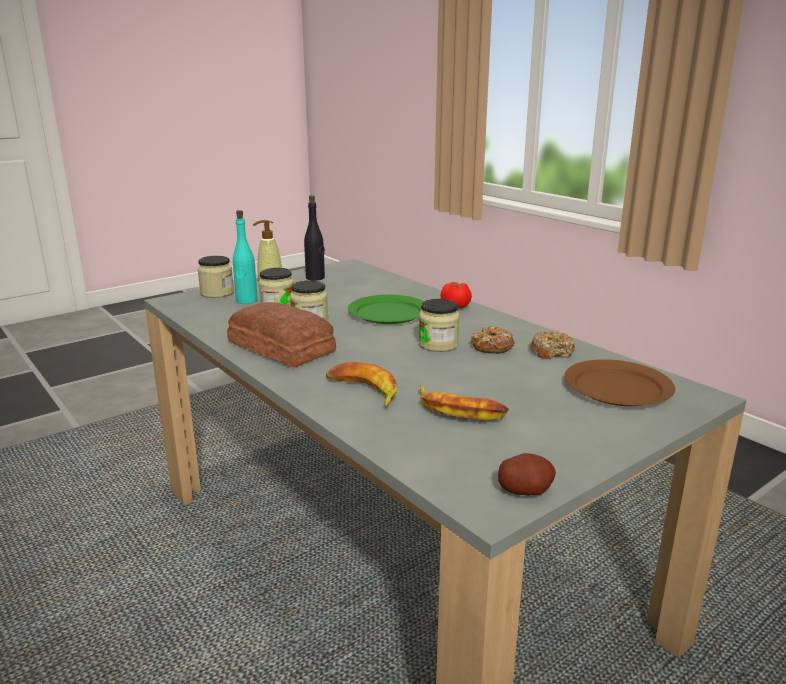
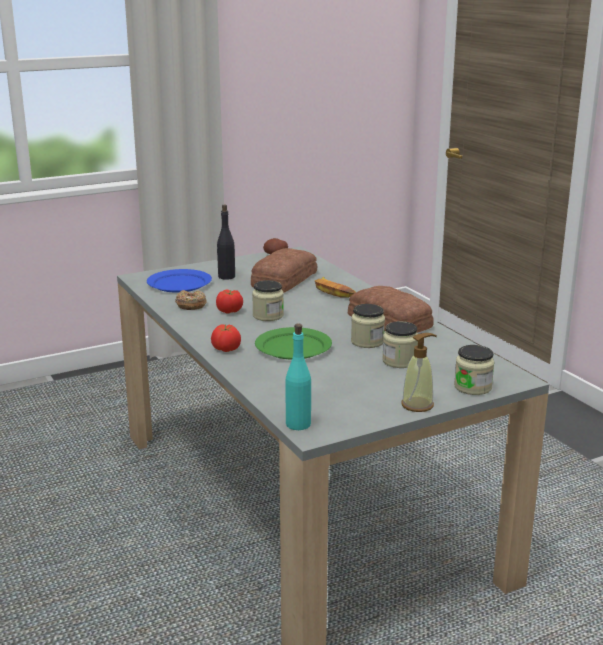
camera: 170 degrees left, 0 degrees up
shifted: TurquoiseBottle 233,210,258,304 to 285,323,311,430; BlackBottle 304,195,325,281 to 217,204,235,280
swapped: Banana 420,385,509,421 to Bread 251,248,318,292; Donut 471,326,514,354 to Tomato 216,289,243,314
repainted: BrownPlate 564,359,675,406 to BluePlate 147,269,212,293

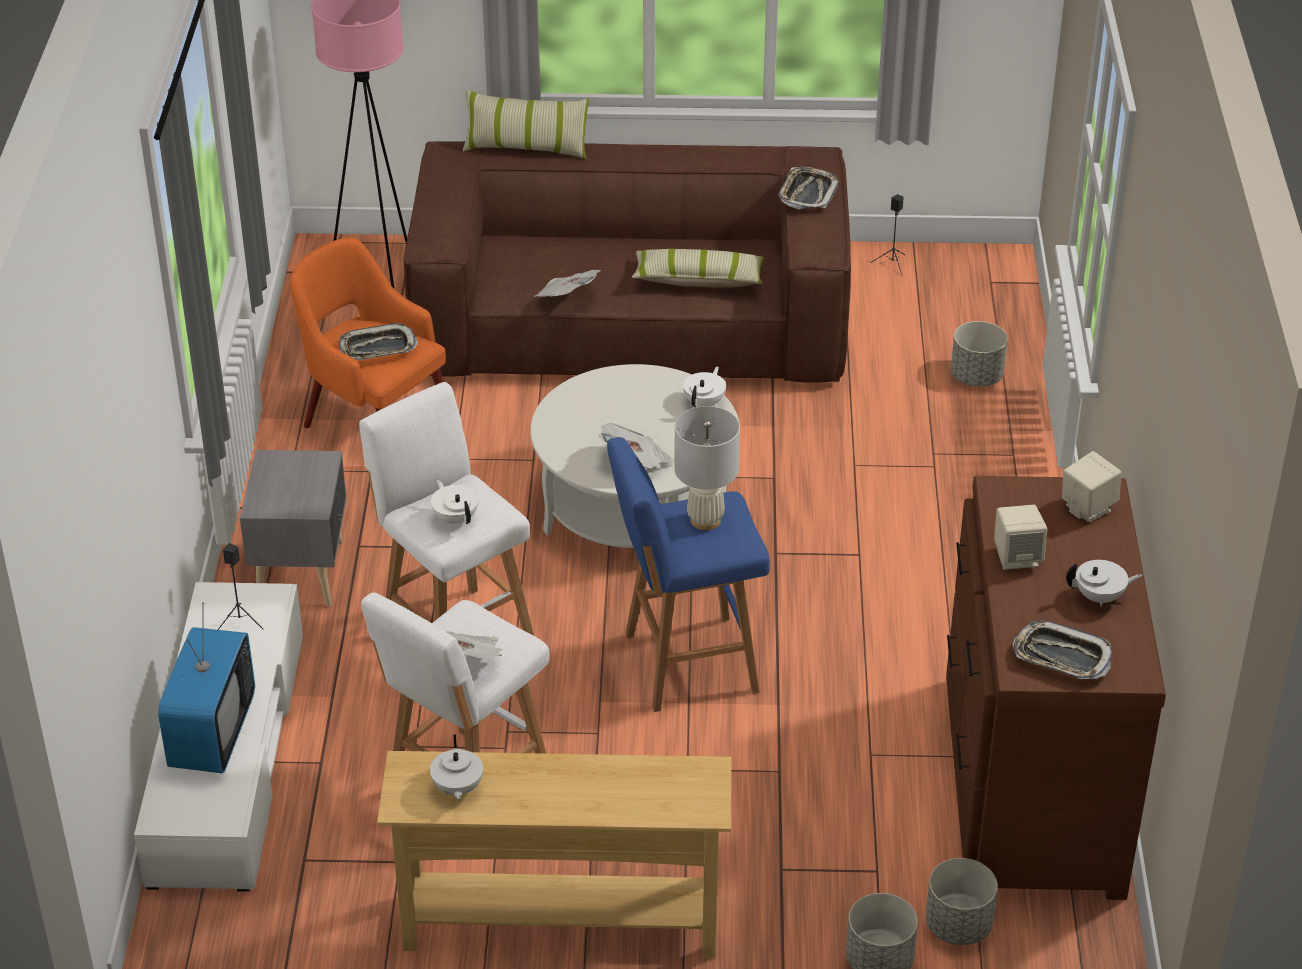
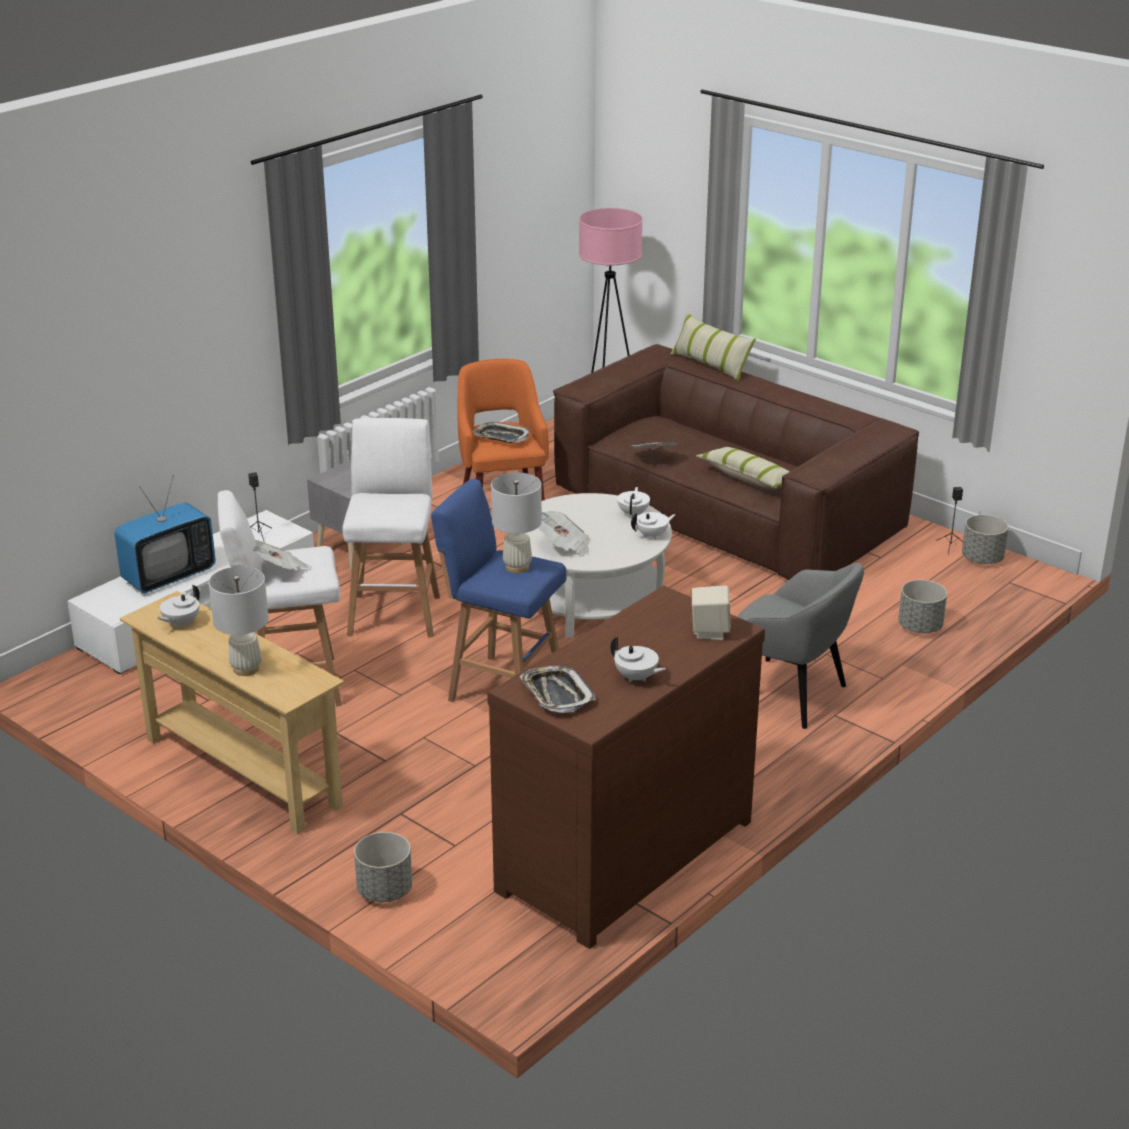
camera: 40 degrees right, 10 degrees down
gone: Tray 778,167,839,209; BeigeSpeaker 994,505,1047,570
new: WhiteTableLamp 209,566,269,676; GreyArmchair 737,563,864,729
shifted: WhiteTeapot 431,480,478,526 to 617,487,650,517; GreyPlanter 926,858,998,945 to 962,515,1009,564

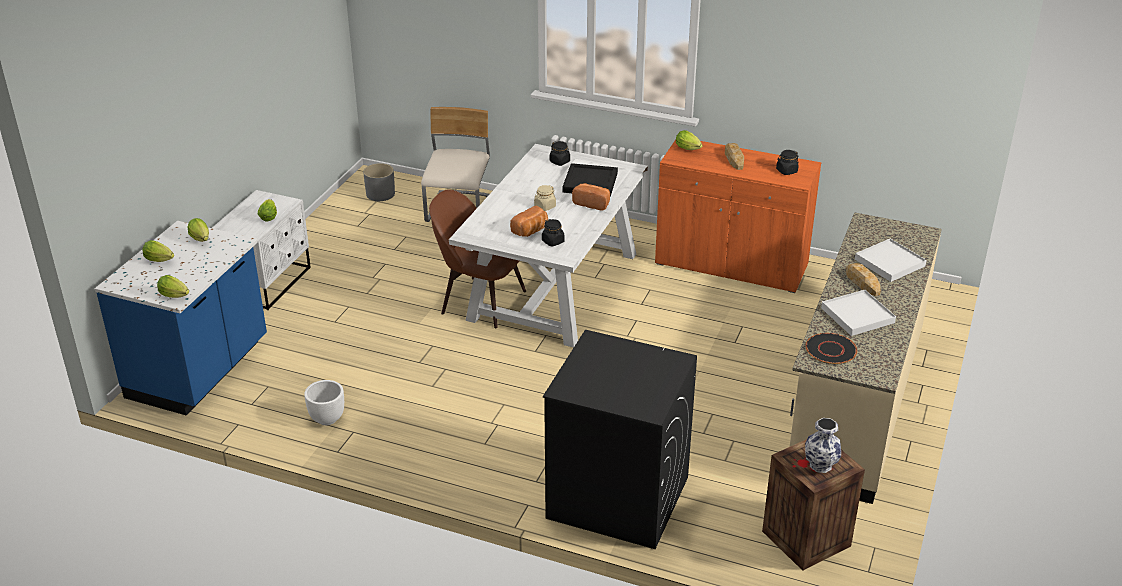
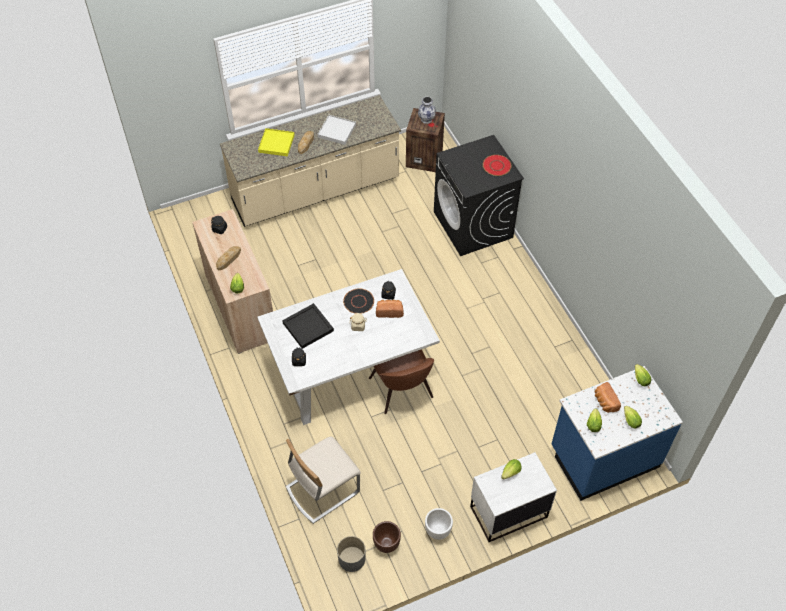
camera: 135 degrees left, 20 degrees up
new: BrownPlanter 373,521,401,553; RedPlate 483,155,512,176
shifted: WhitePlanter 304,380,344,425 to 425,508,453,540; Bread 572,183,610,211 to 595,382,621,413; BlackPlate 806,333,857,364 to 343,289,374,314
repainted: OrangeCabinet 655,140,821,293 to BeigeCabinet 192,209,273,354; WhiteTray 855,239,927,282 to YellowTray 258,128,295,157

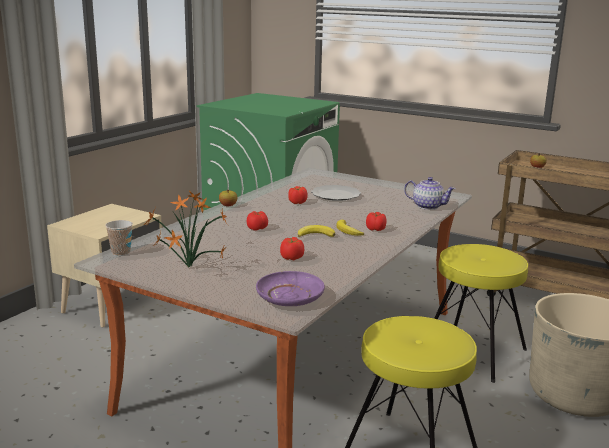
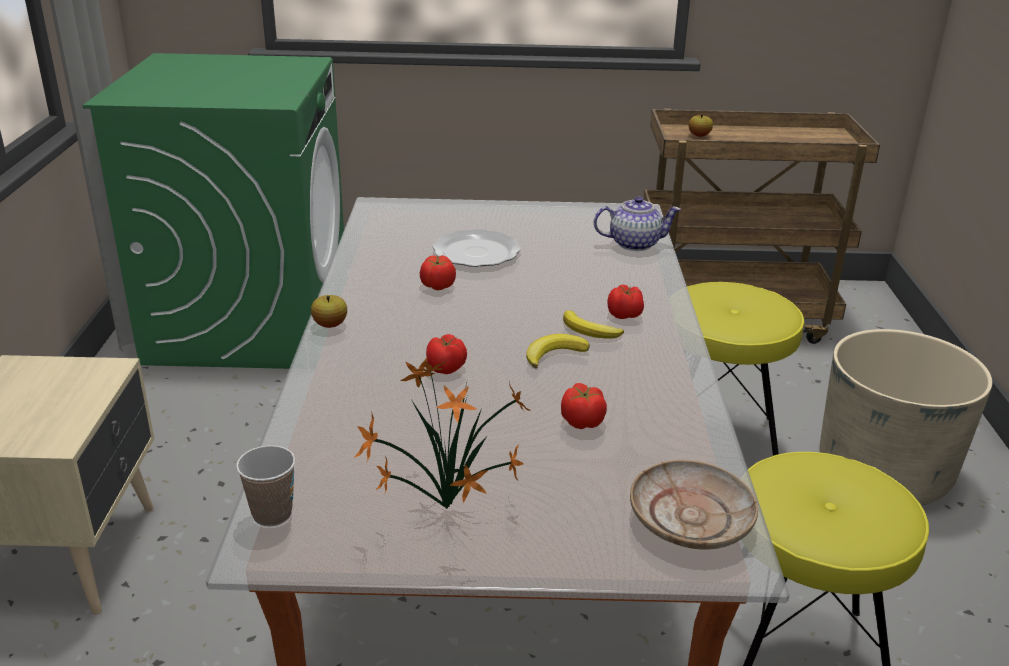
camera: 30 degrees left, 10 degrees up
repainted: PurplePlate 256,271,325,306 to BeigePlate 630,460,758,550

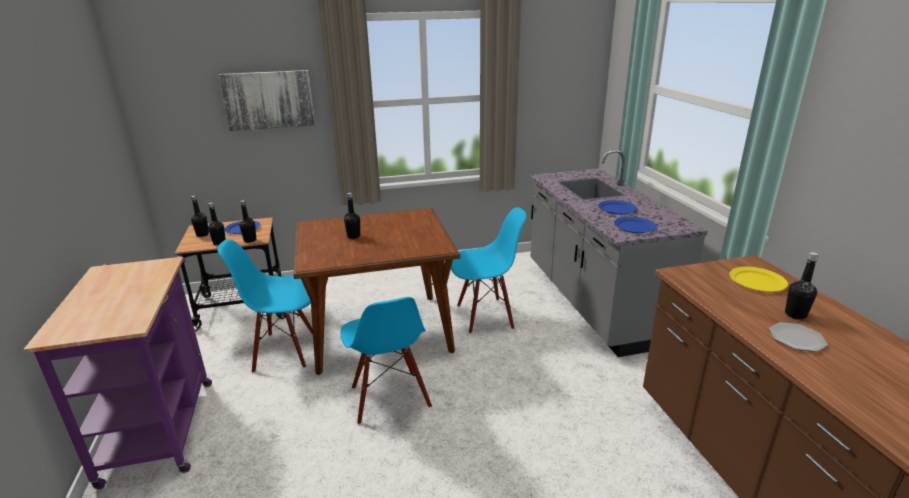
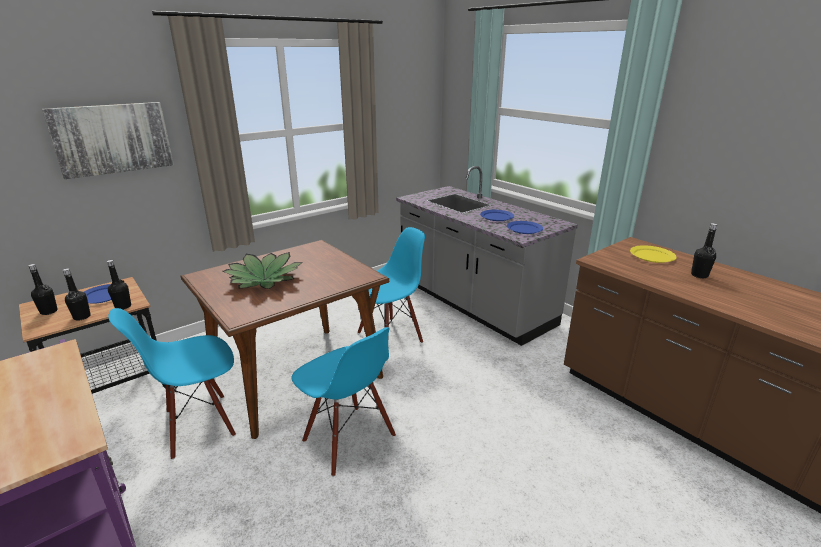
camera: 25 degrees left, 0 degrees up
gone: Plate 769,322,828,352
swapped: BlackBottle 344,193,360,239 to PottedPlant 223,252,303,289

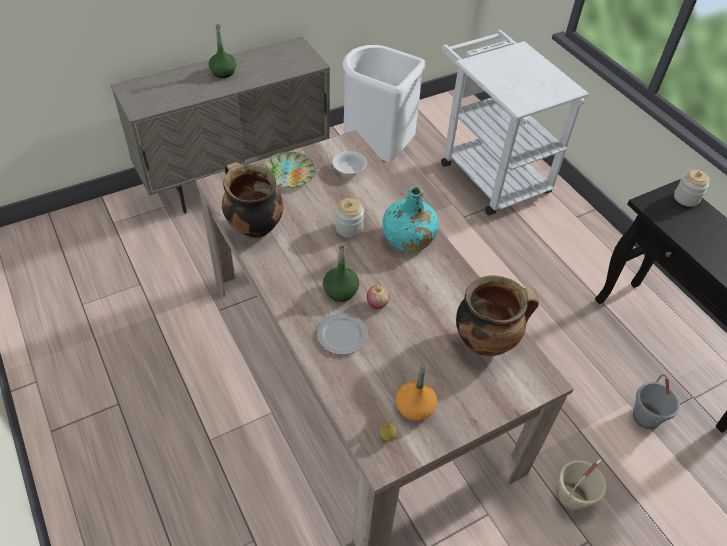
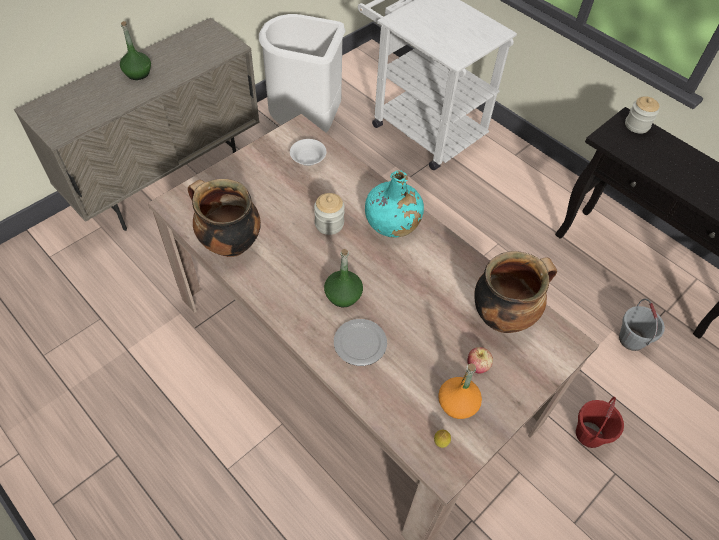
camera: 15 degrees left, 5 degrees up
gone: Plate 263,152,316,188
shifted: Apple 367,285,390,309 to 467,347,493,374
repainted: BeigeBucket 558,460,606,511 to RedBucket 576,397,624,448

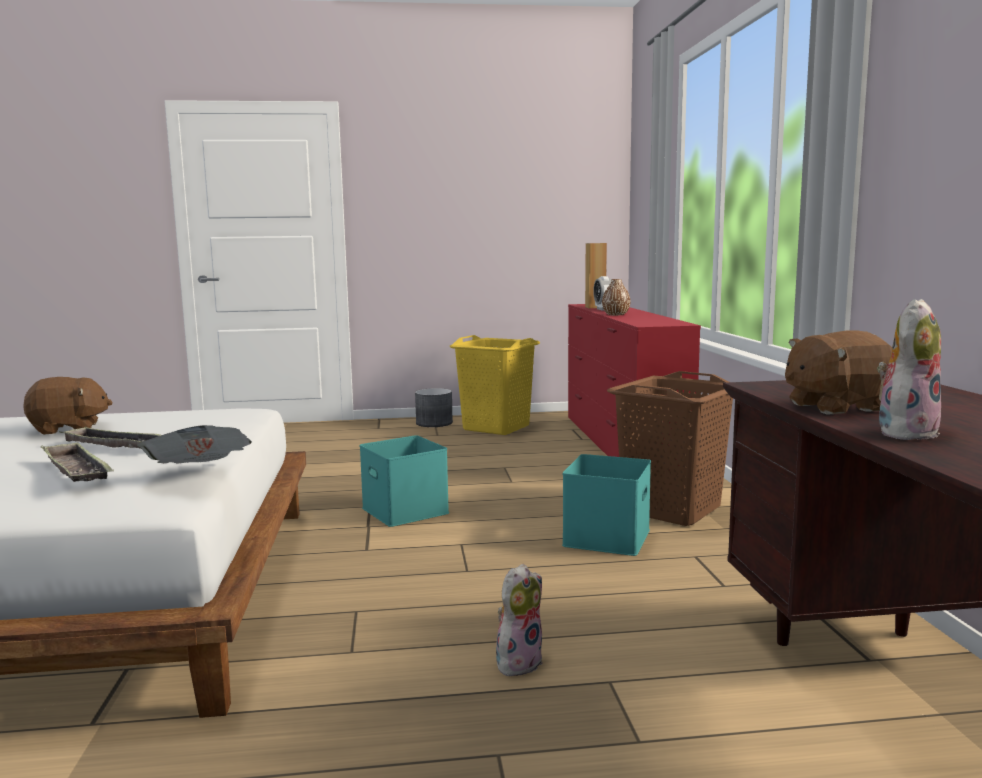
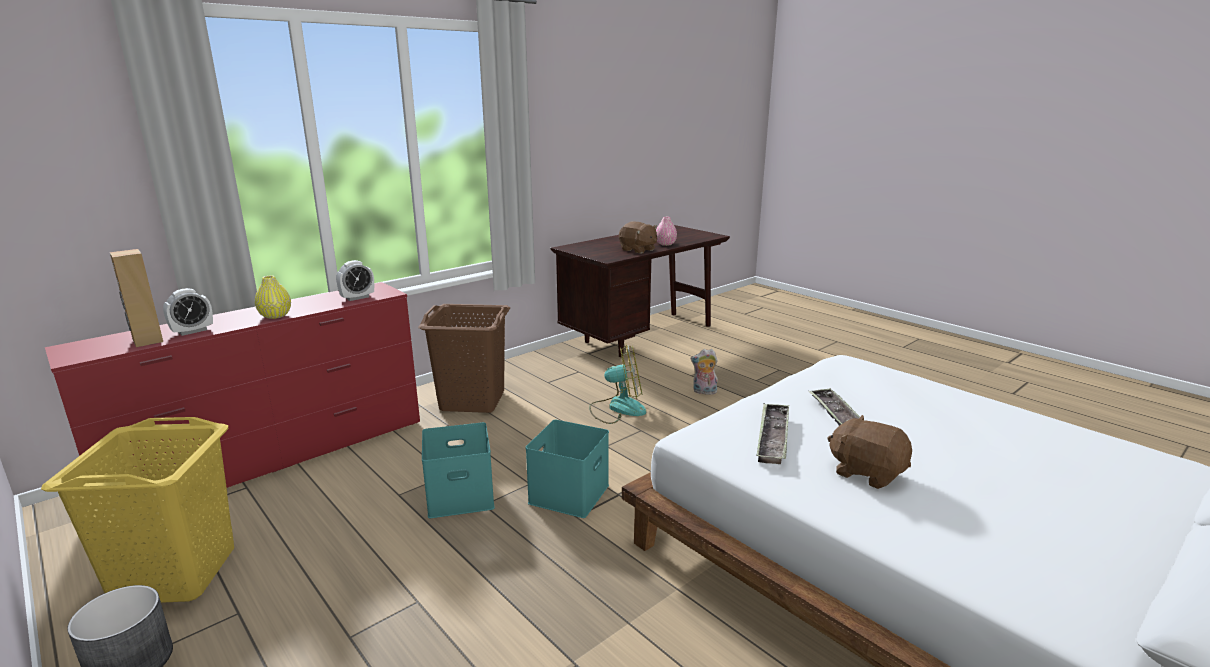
camera: 125 degrees left, 10 degrees up
gone: Newspaper 137,425,252,463
new: AlarmClock 336,260,374,301; Fan 589,345,646,424
shifted: Tray 41,442,114,482 to 756,404,789,464; TurquoiseStorageBox 562,454,651,556 to 422,422,495,518
swapped: PlushToy 877,299,941,440 to PinkVase 656,217,677,246
repainted: BrownVase 602,279,631,315 to YellowVase 255,276,291,319

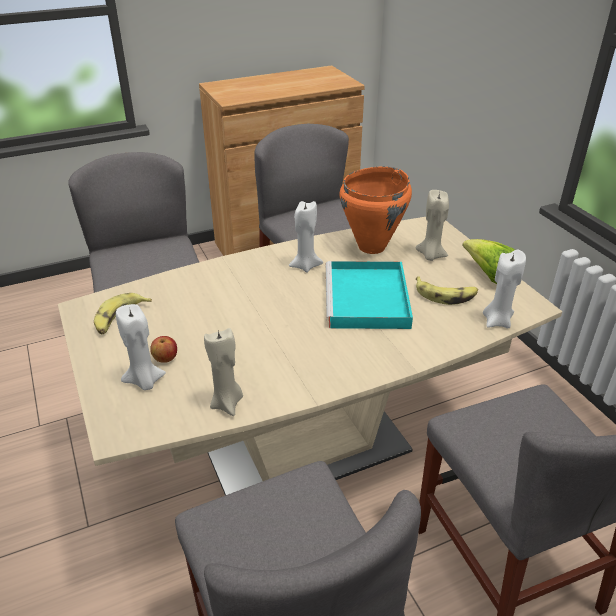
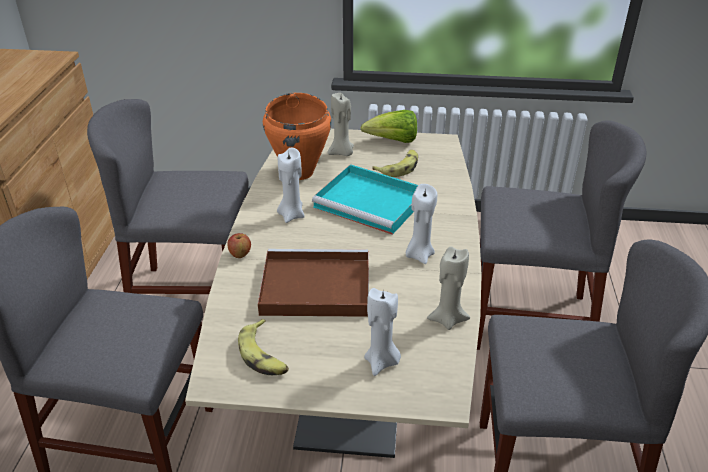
camera: 60 degrees left, 0 degrees up
new: BrownTray 258,249,369,317
shifted: Apple 150,336,177,363 to 227,233,251,258; WhiteCandle 483,250,526,328 to 406,184,437,264

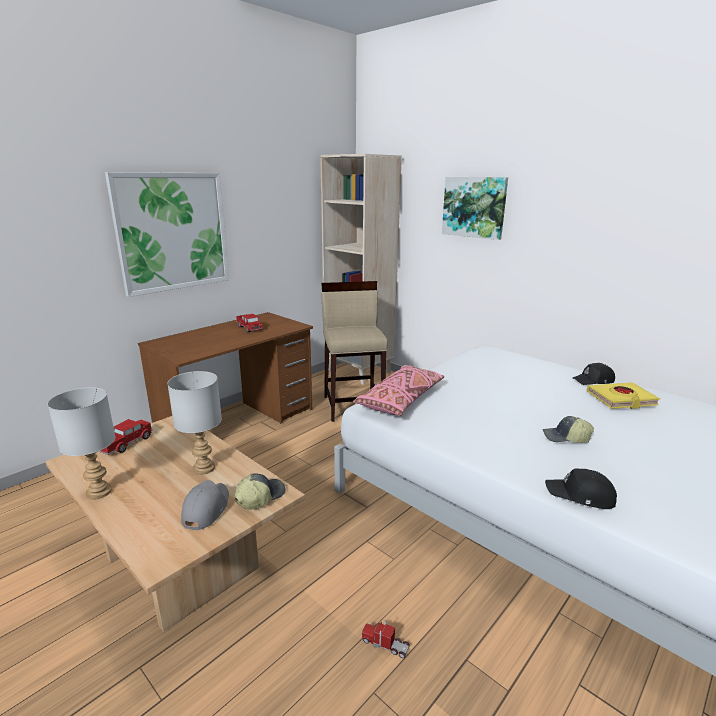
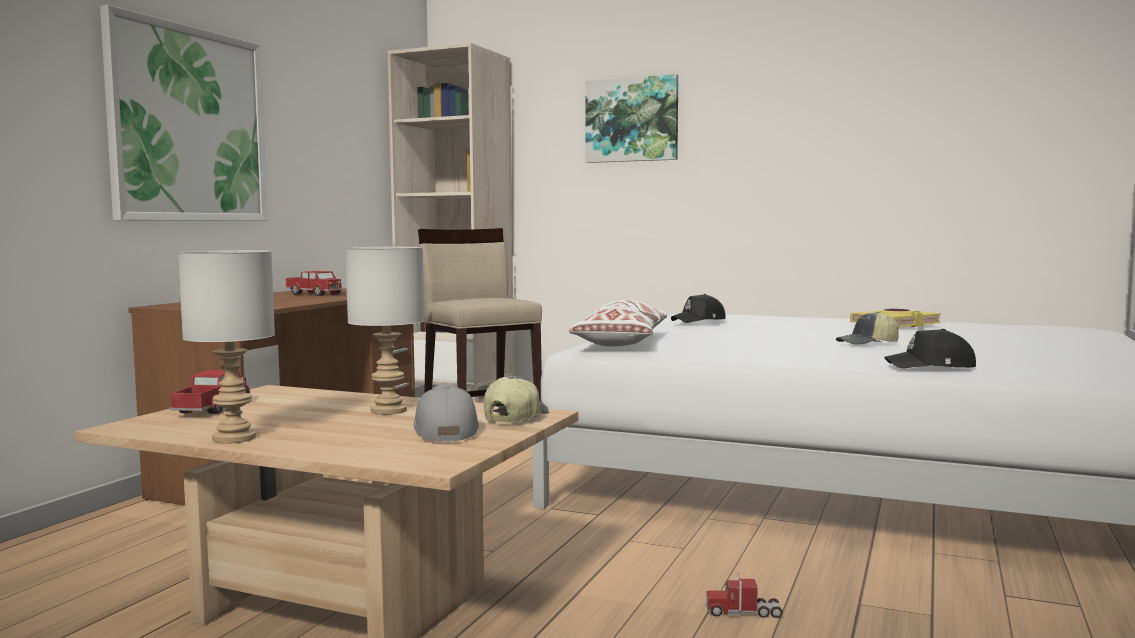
camera: 20 degrees left, 15 degrees down
shifted: BlackCap 573,363,615,385 to 671,294,726,323
repainted: PinkPillow 353,365,444,416 to WhitePillow 569,300,667,347

